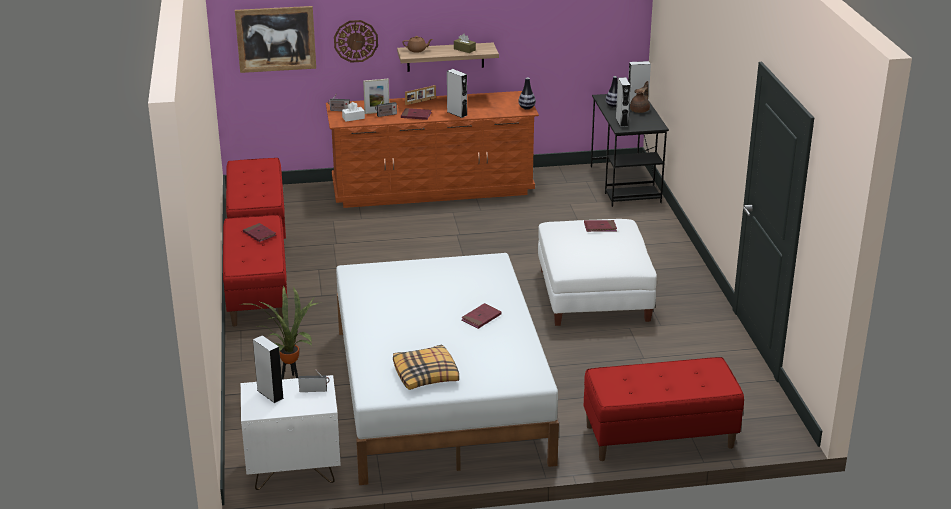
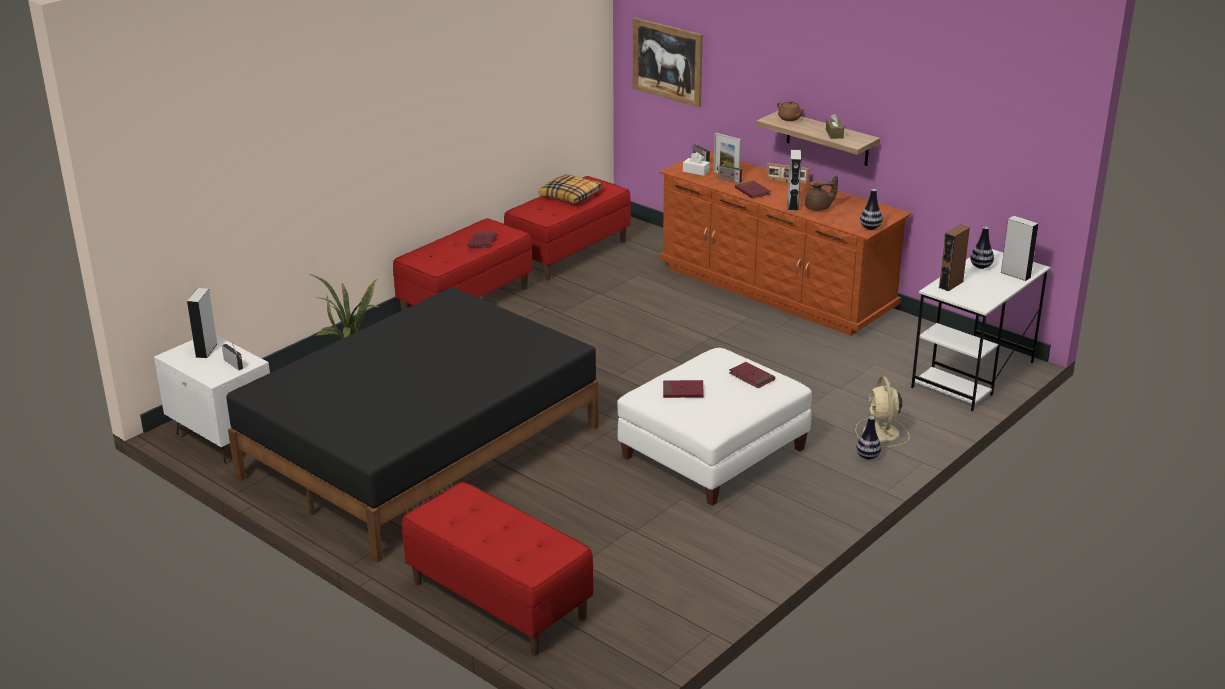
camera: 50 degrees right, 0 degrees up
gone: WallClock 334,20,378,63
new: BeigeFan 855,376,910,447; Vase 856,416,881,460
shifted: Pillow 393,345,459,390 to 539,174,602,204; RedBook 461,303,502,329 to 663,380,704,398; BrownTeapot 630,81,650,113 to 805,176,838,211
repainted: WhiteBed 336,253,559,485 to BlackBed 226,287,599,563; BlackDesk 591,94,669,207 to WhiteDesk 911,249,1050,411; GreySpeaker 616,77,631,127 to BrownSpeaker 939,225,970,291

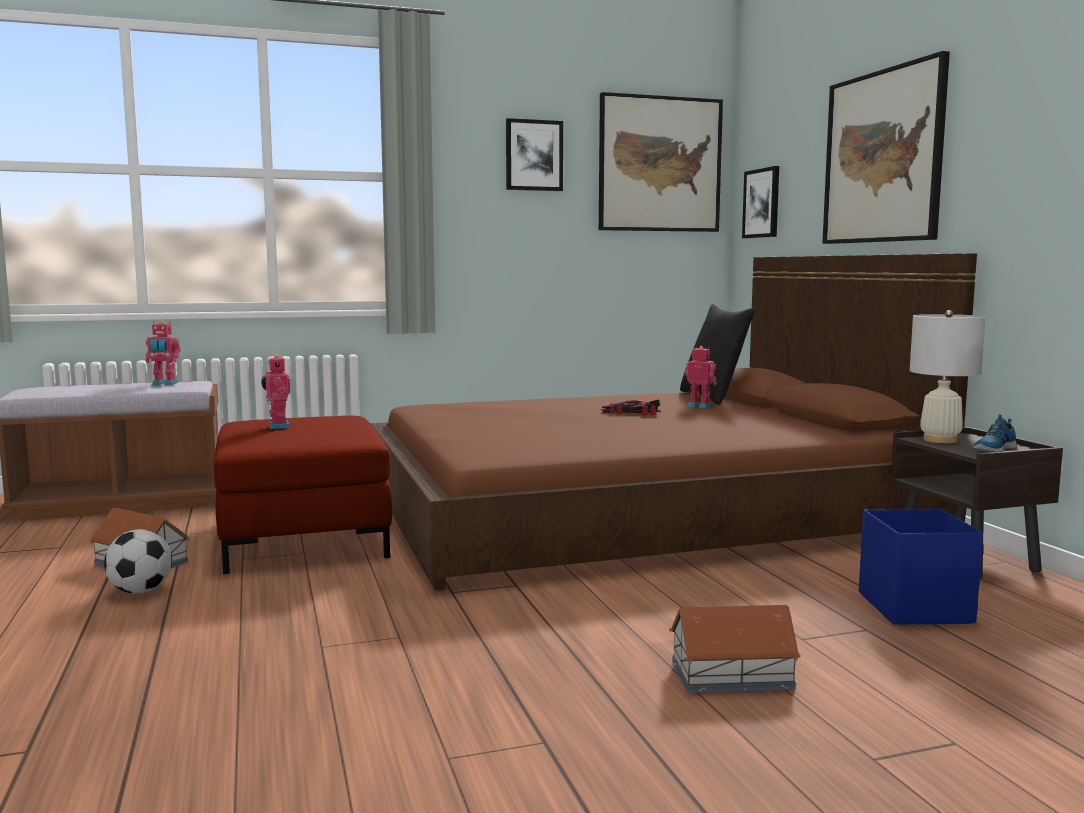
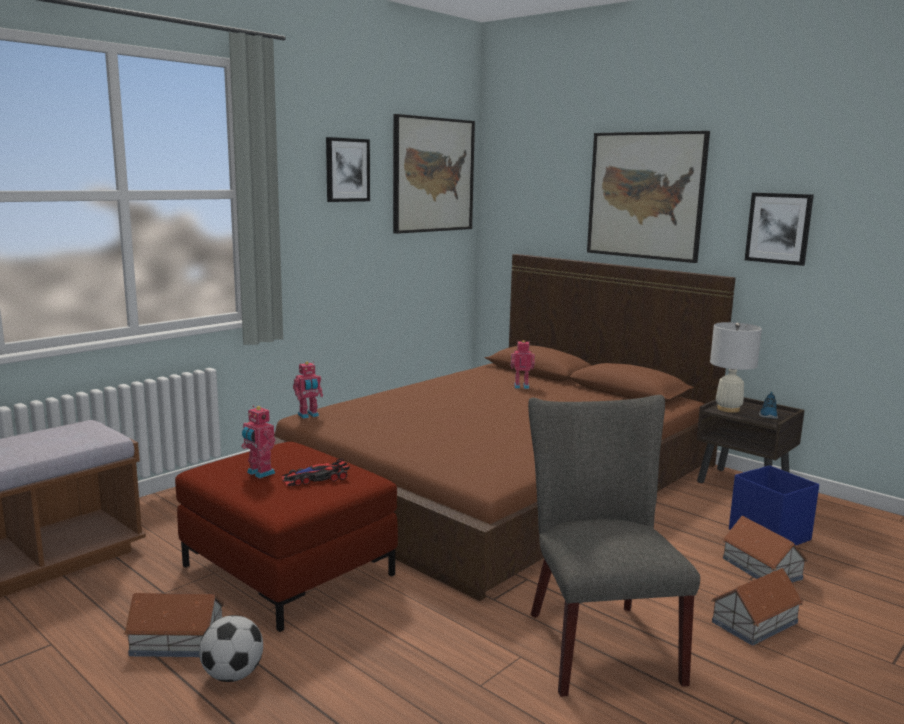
camera: 30 degrees left, 5 degrees up
gone: BlackPillow 680,304,755,405
new: GreyChair 528,395,700,697; ToyHouse 723,516,808,583
shifted: ToyRobot 145,320,181,385 to 293,362,323,419; ToyCar 601,399,661,415 to 282,458,350,486; Picture 742,166,779,238 to 745,193,814,266

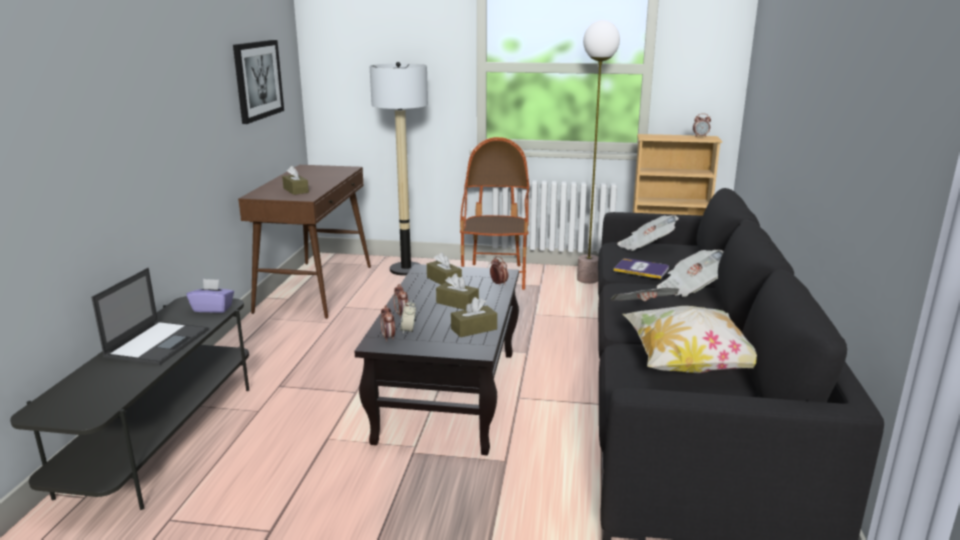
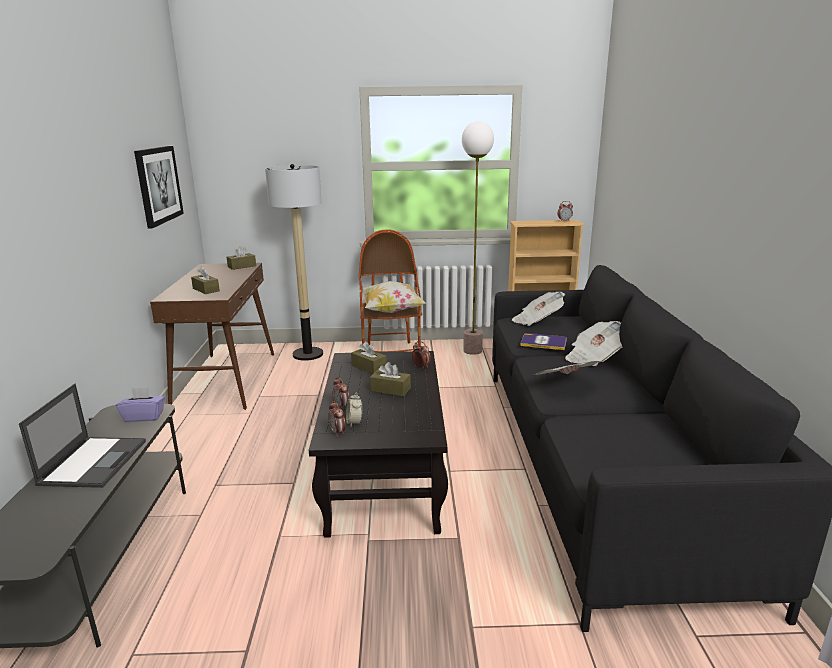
camera: 10 degrees left, 0 degrees up
shifted: BrownTissueBox 451,297,497,337 to 227,246,256,270; Pillow 623,306,757,373 to 359,281,426,313

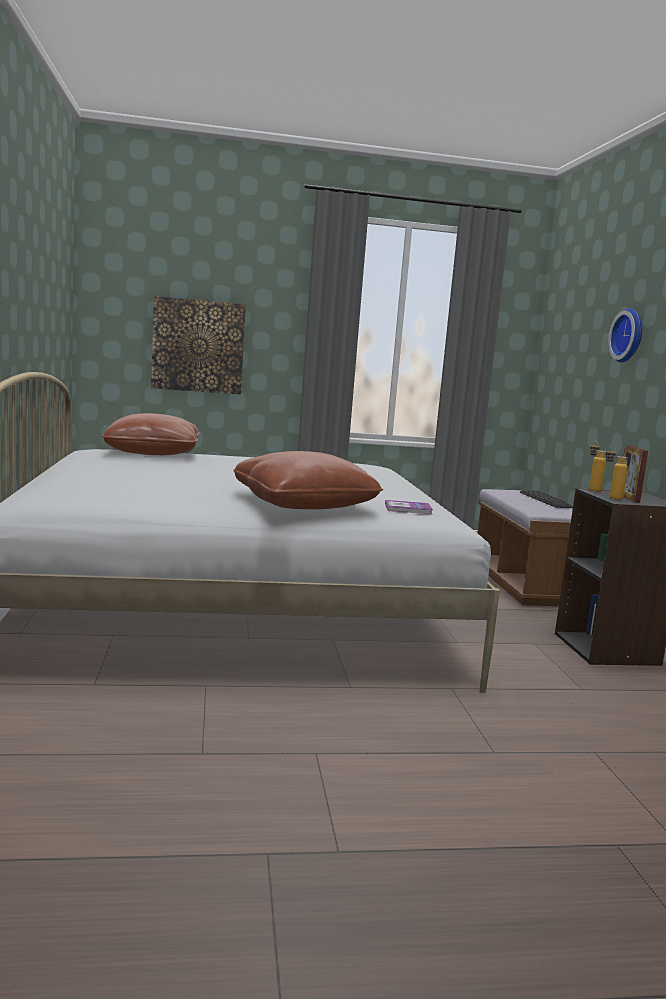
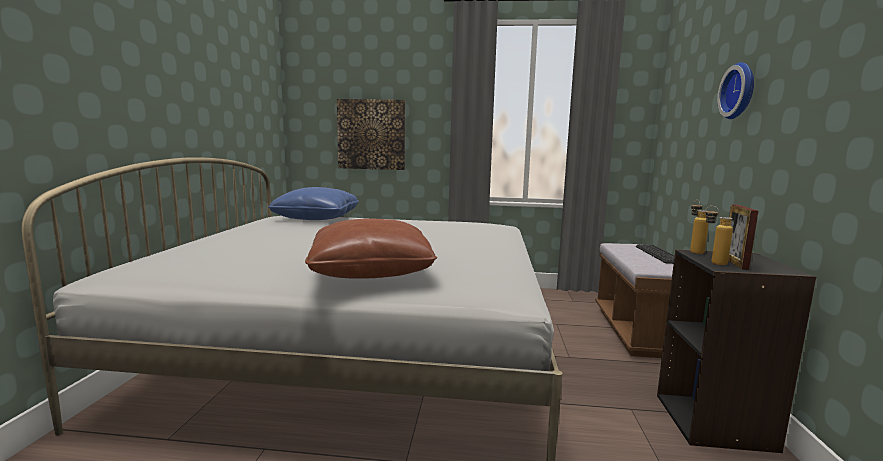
camera: 15 degrees right, 0 degrees up
gone: Book 385,500,433,514
repainted: BrownPillow 102,413,200,455 to BluePillow 268,187,359,220

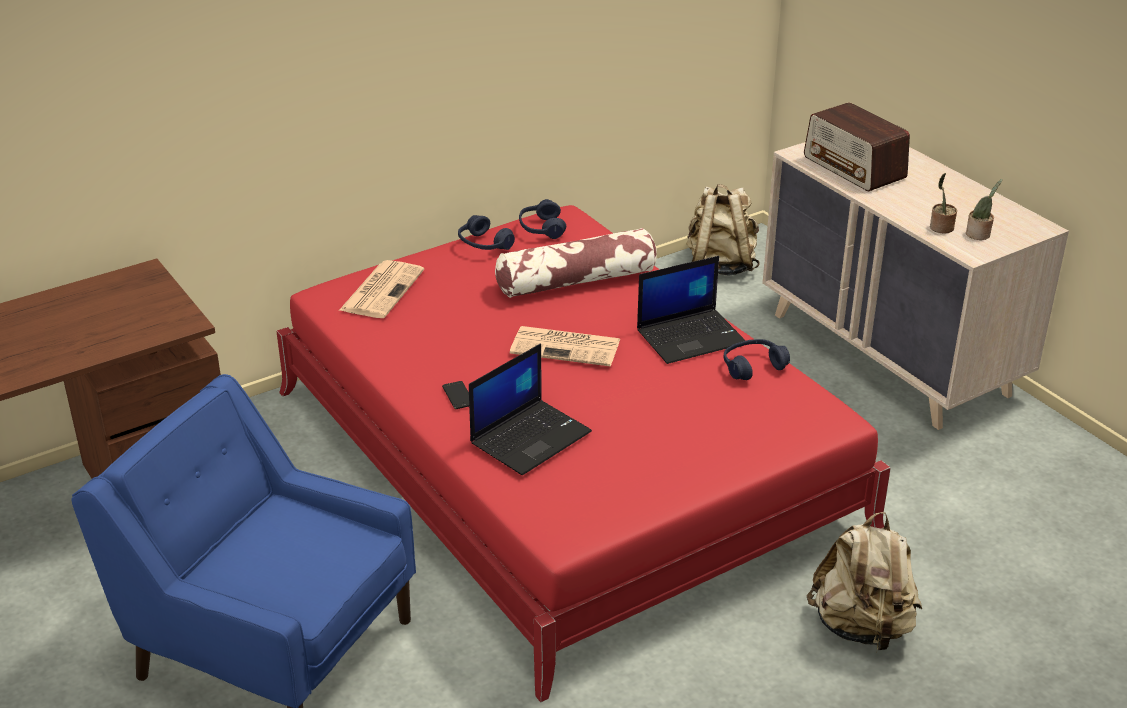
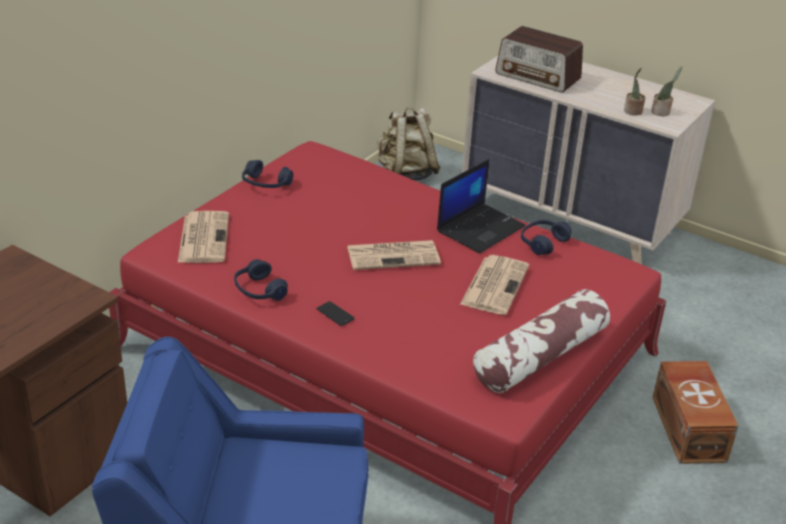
camera: 25 degrees left, 0 degrees up
gone: Laptop 469,344,592,475
new: Newspaper 460,255,529,315
shifted: Pillow 495,228,657,298 to 473,289,610,393; BlueHeadphones 519,199,566,239 to 234,259,288,301
swapped: BeigeBackpack 806,512,922,650 to BrownStorageBox 652,361,738,464

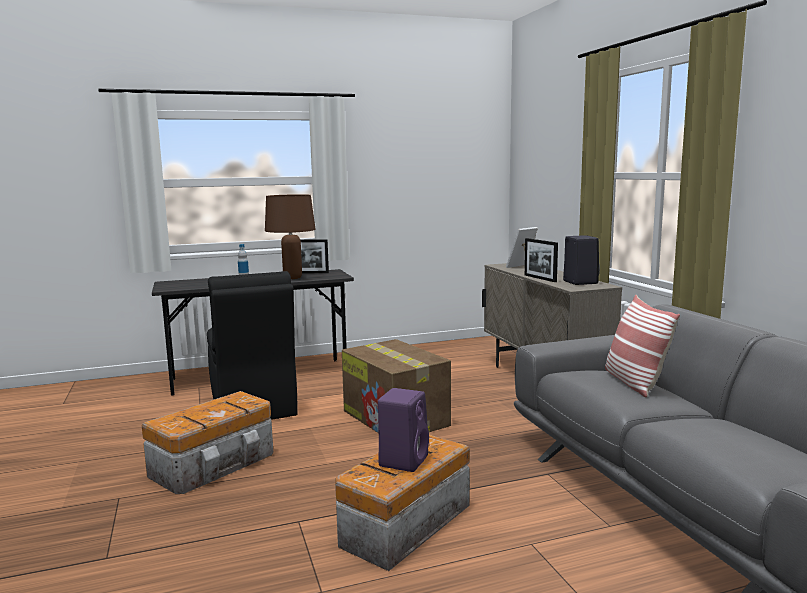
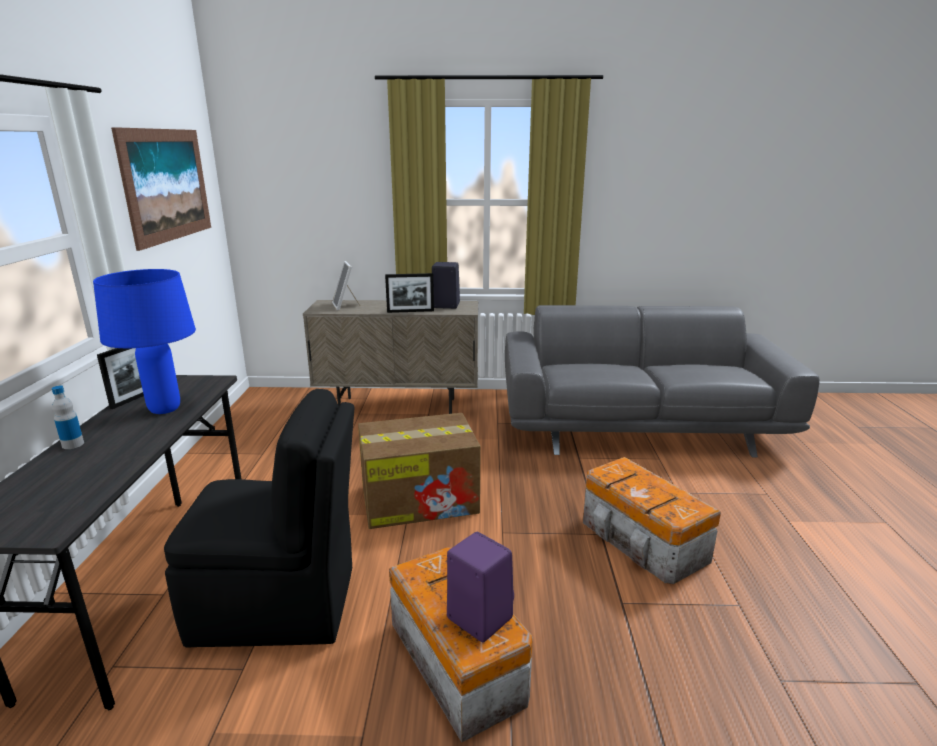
camera: 70 degrees left, 10 degrees up
gone: Pillow 605,295,680,398
new: Picture 111,127,211,251
shifted: PurpleSpeaker 378,388,429,472 to 447,532,514,642
repainted: BrownTableLamp 265,194,316,279 to BlueTableLamp 93,269,196,414

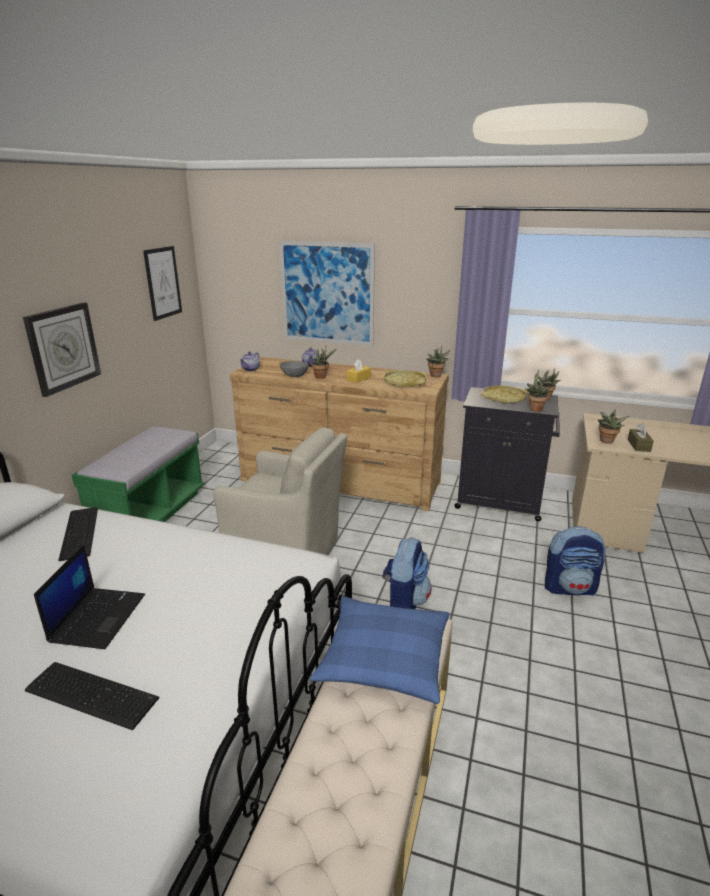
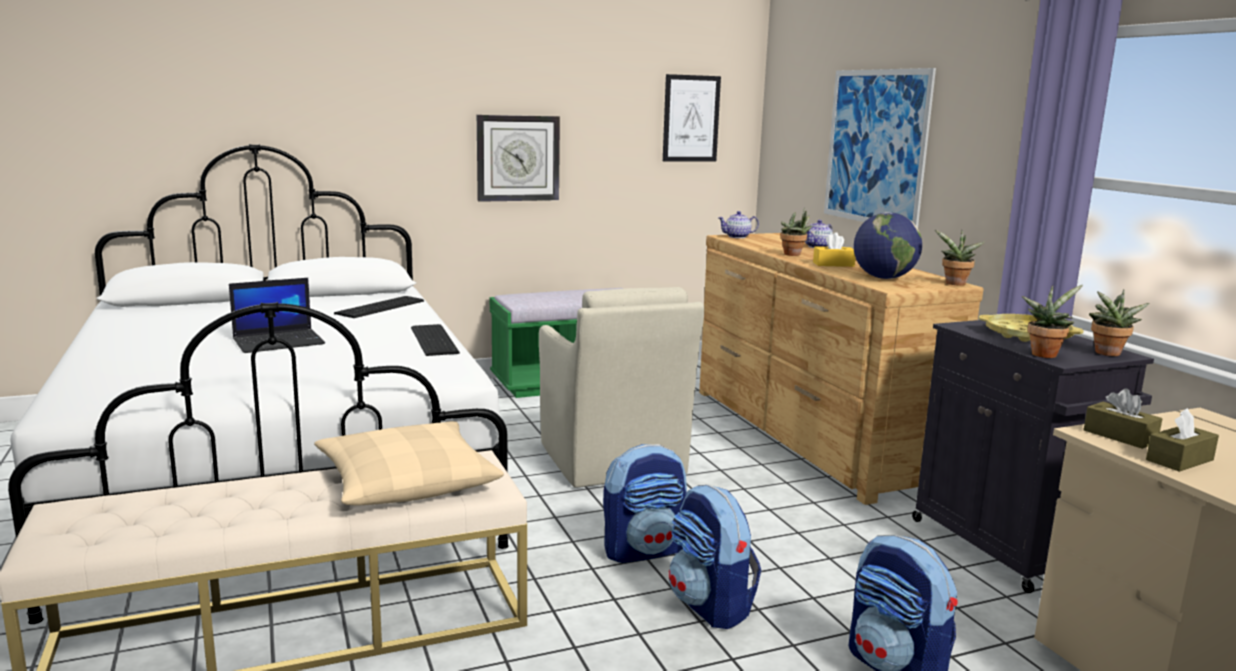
camera: 50 degrees right, 10 degrees down
gone: GreyBowl 280,361,308,377
new: Backpack 669,485,761,629
shifted: Keyboard 25,662,159,730 to 411,324,460,356
swapped: YellowTray 384,370,426,388 to Globe 854,212,922,279; PottedPlant 598,409,629,444 to BrownTissueBox 1084,389,1162,449
repainted: BluePillow 310,596,449,704 to BeigePillow 314,421,504,506

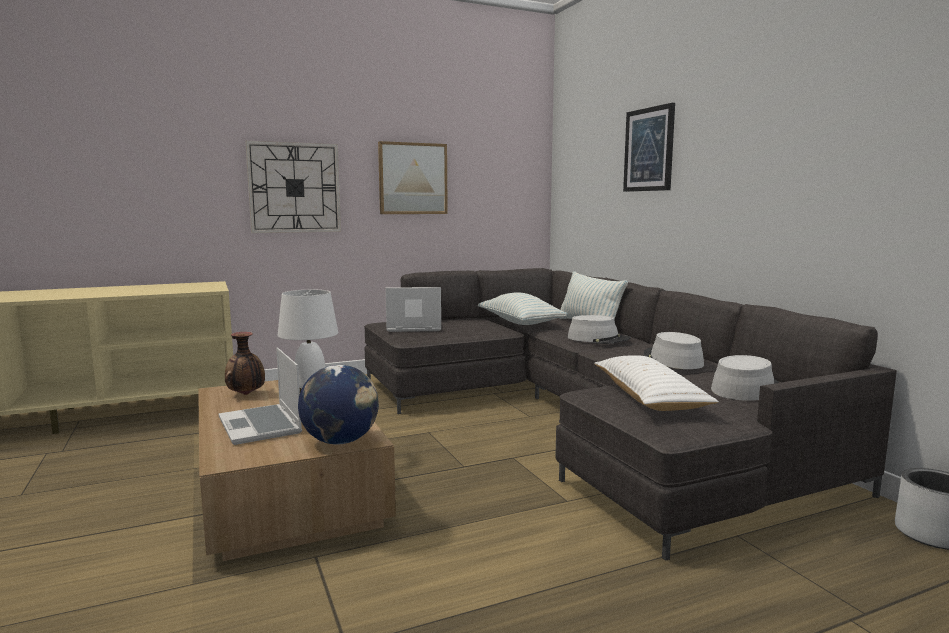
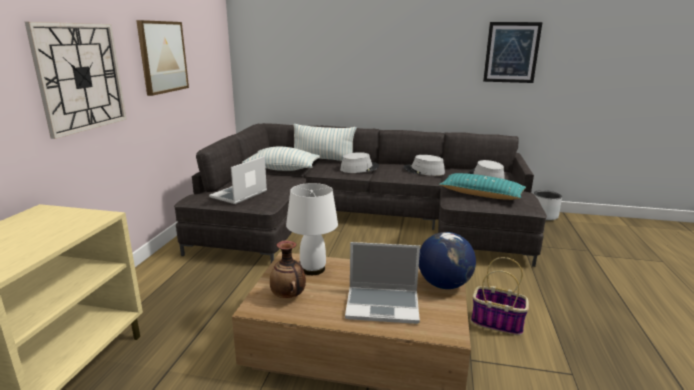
camera: 55 degrees left, 10 degrees up
new: Basket 471,257,529,336
shifted: Picture 623,103,675,192 to 483,22,542,83
repainted: WhitePillow 594,355,719,411 to TurquoisePillow 439,173,526,200

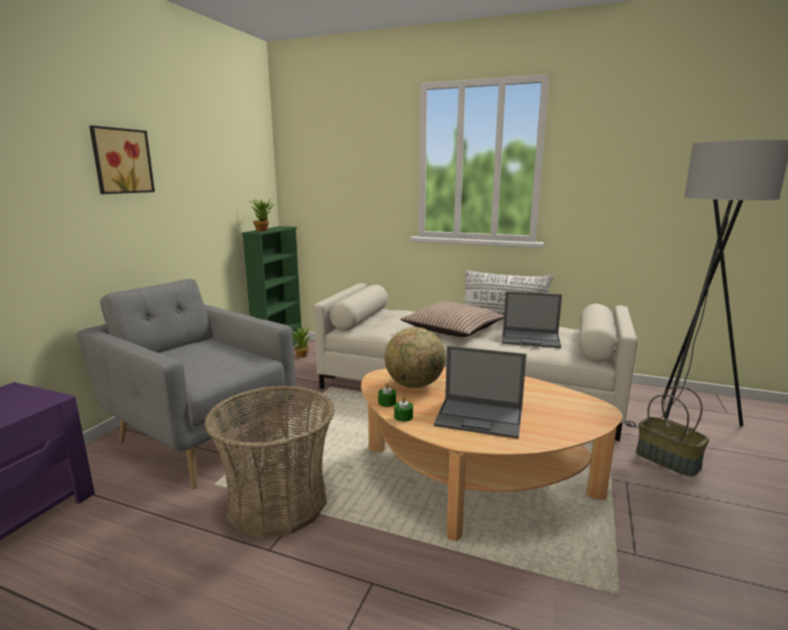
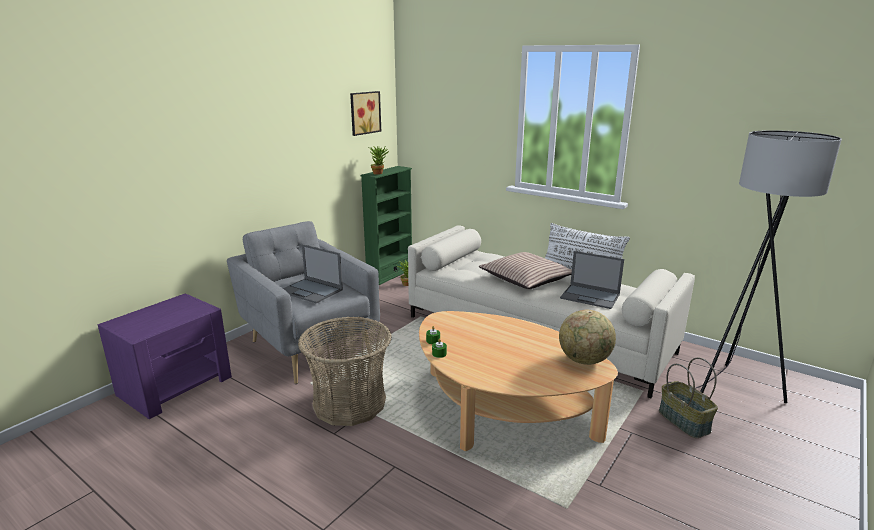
camera: 15 degrees right, 5 degrees up
shifted: Picture 89,125,155,194 to 350,91,381,136; Globe 385,327,446,388 to 559,310,616,365; Laptop 434,346,526,439 to 283,244,343,304

